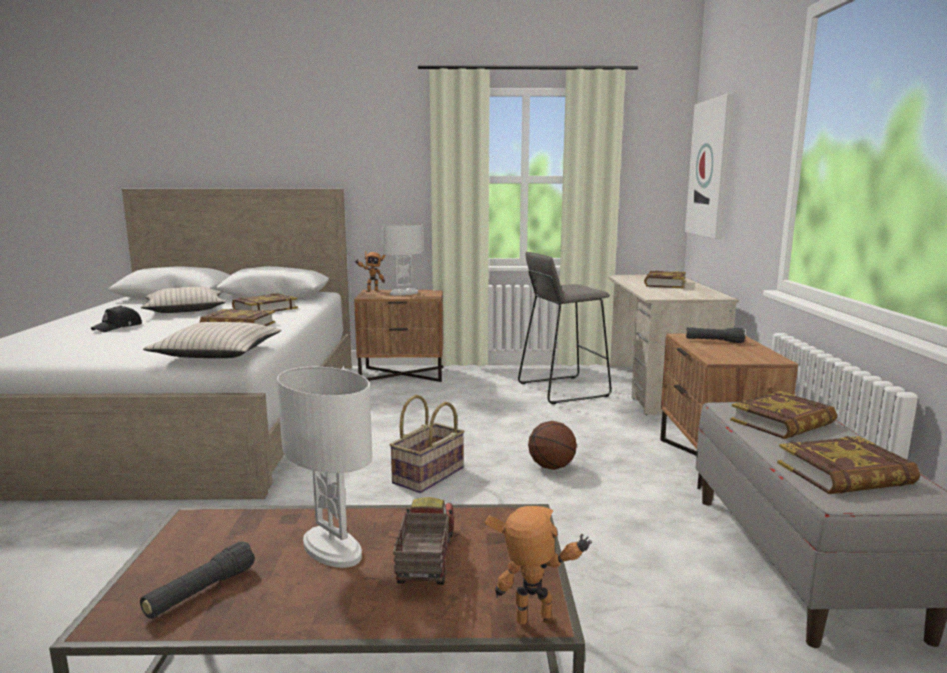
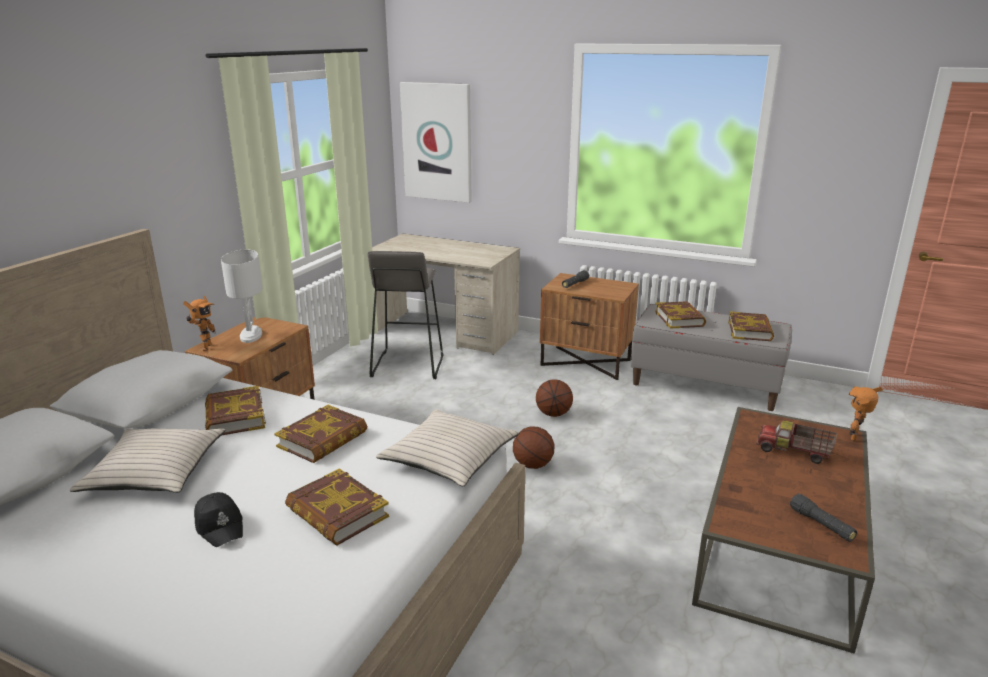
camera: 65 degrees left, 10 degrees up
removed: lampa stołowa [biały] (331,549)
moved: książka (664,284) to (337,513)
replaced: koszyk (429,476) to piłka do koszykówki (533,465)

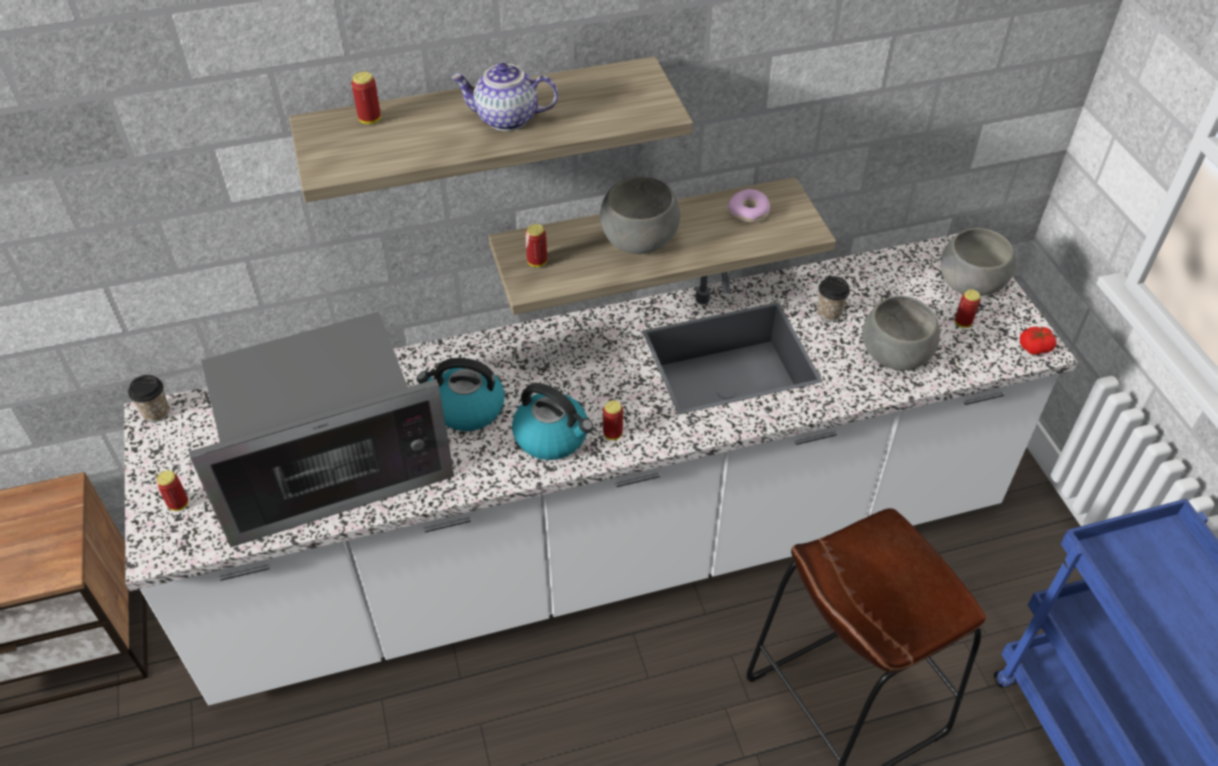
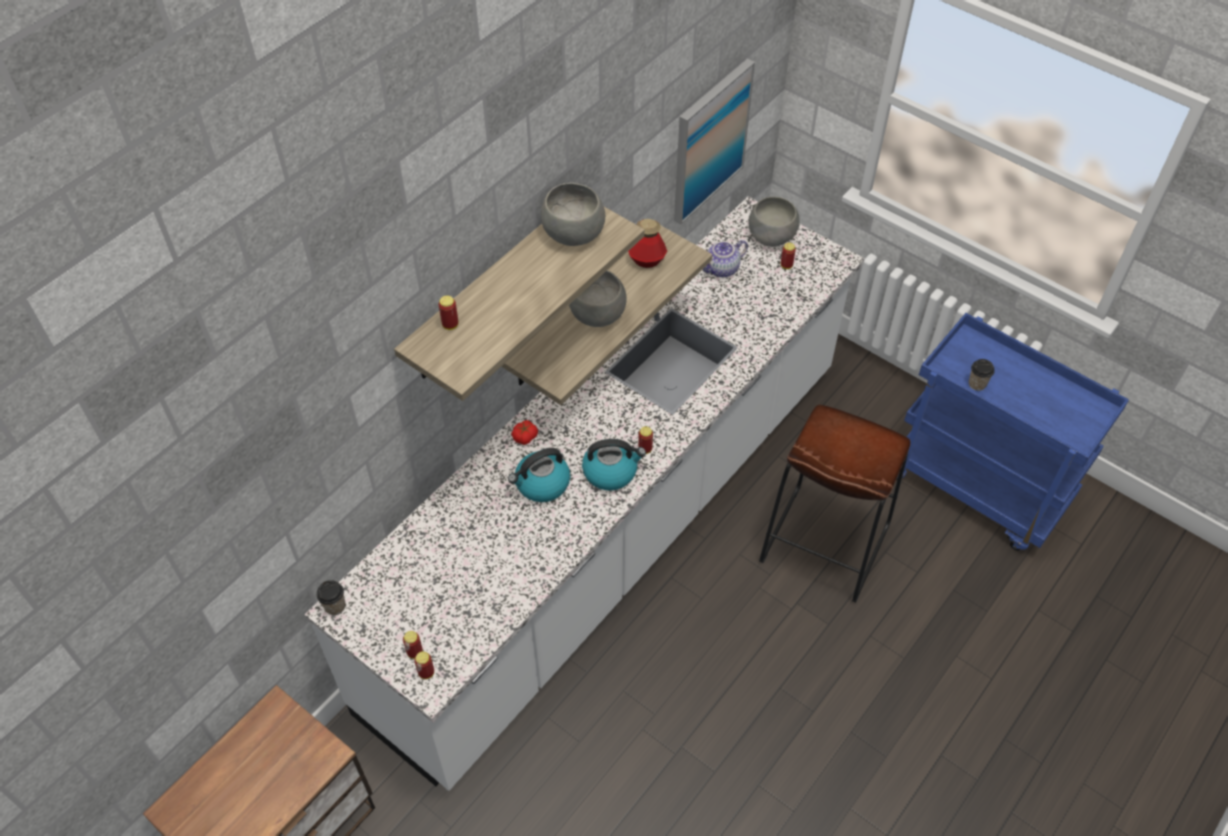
camera: 35 degrees left, 5 degrees up
removed: mikrofalówka (332,467)
added: obraz (709,141)
moved: imbryk (506,119) to (722,269); puszka (537,262) to (426,672); filiżanka (829,313) to (977,384); miska [szary] (896,354) to (574,233); pomidor (1035,347) to (525,436)
replaced: donut (749,212) to butelka (647,260)

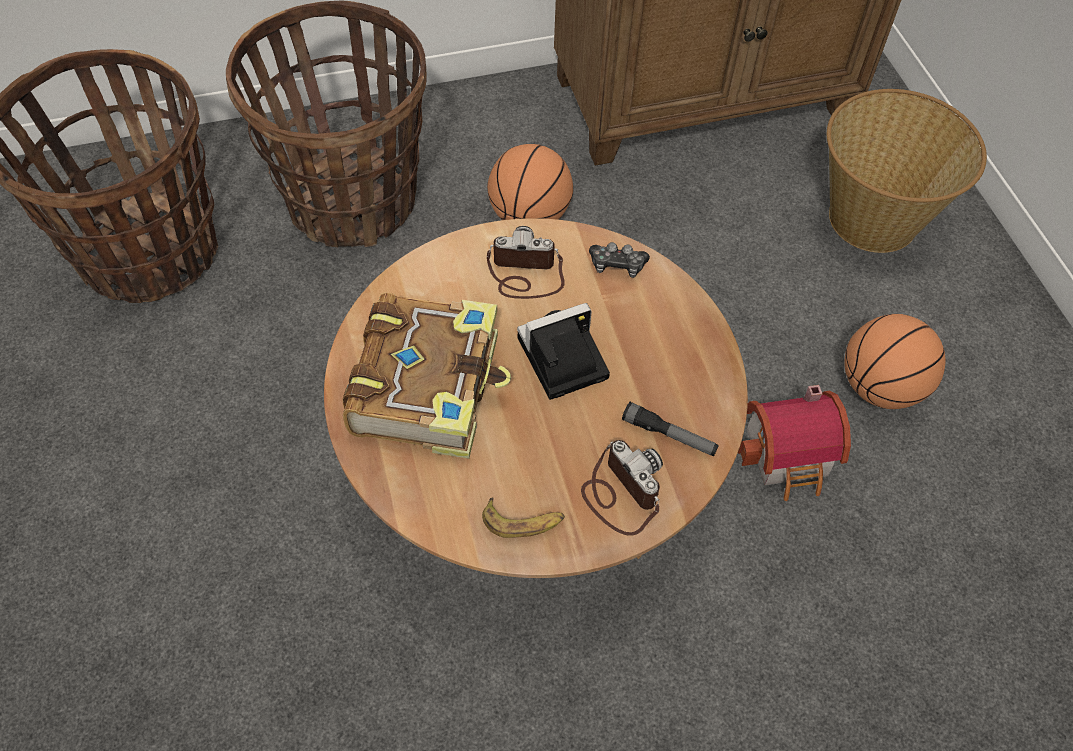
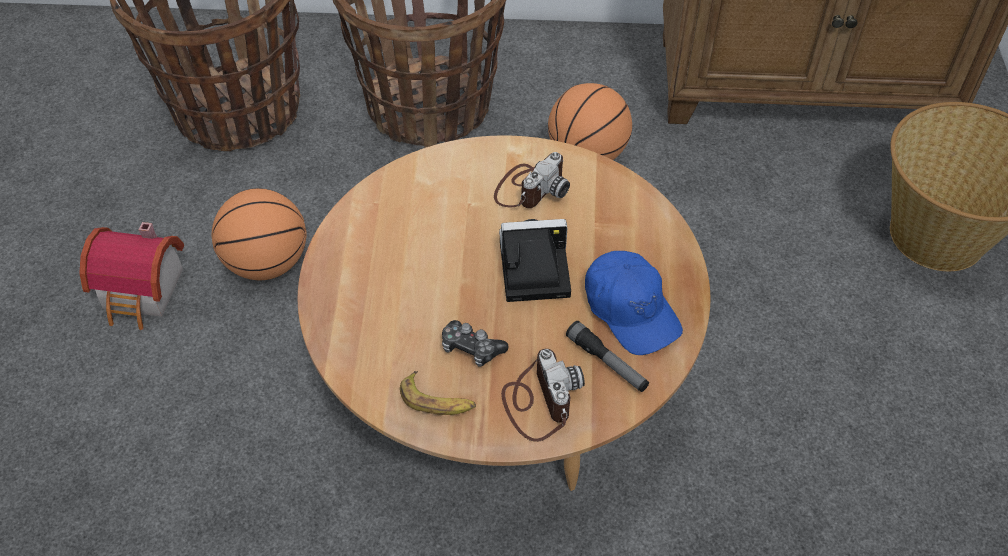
camera: 20 degrees right, 5 degrees down
removed: książka (429,385)
added: czapka z daszkiem [niebieski] (630,310)
moved: pad do gier (617,265) to (471,348); domek (790,457) to (143,293); piłka do koszykówki (880,387) to (267,263)
turned: aparat fotograficzny (525,274) = (530,187) 105 degrees clockwise

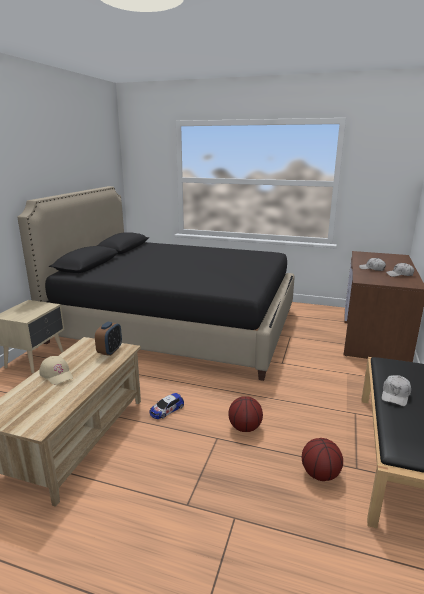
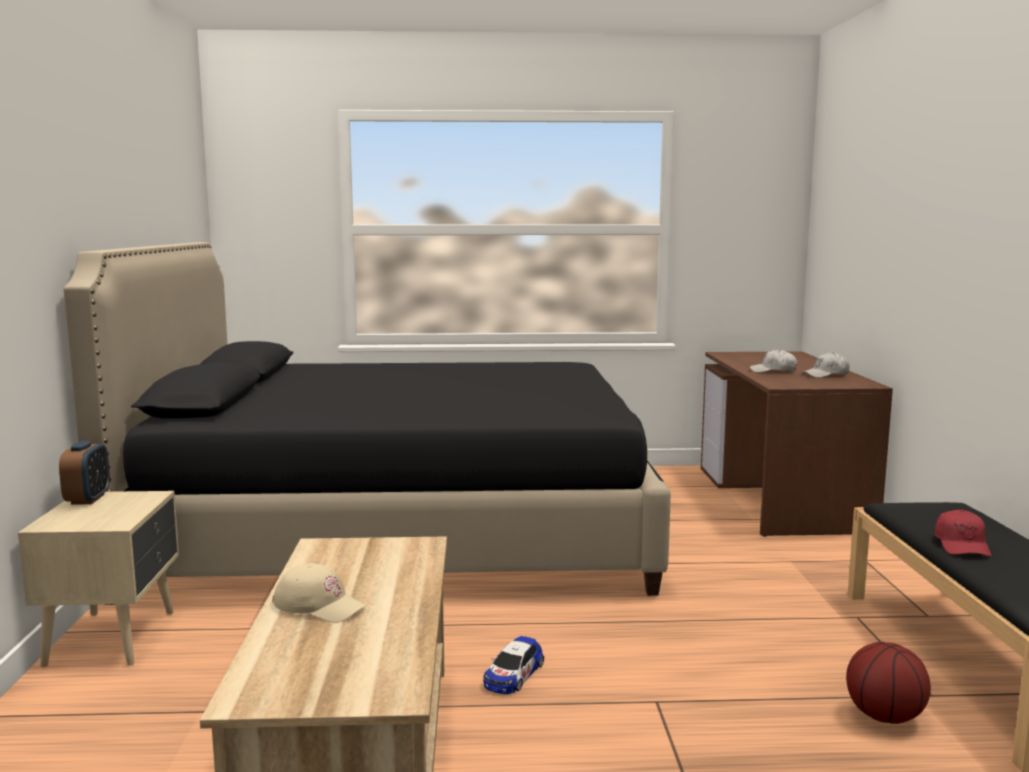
camera: 20 degrees left, 10 degrees down
removed: piłka do koszykówki (245,428)
moved: budzik (110,351) to (88,499)
recoloured: czapka z daszkiem [biały] (395,395) to czapka z daszkiem [czerwony] (962,545)

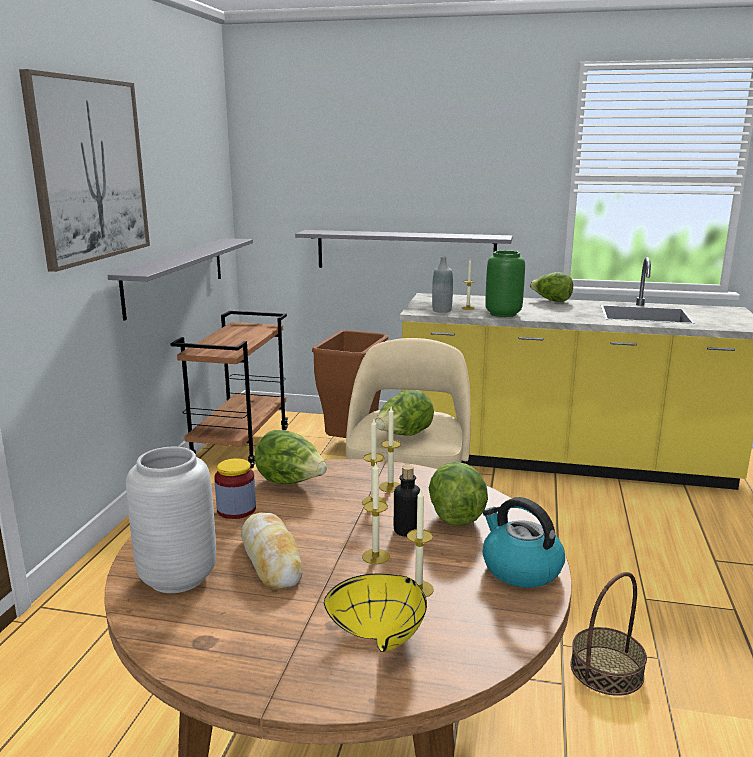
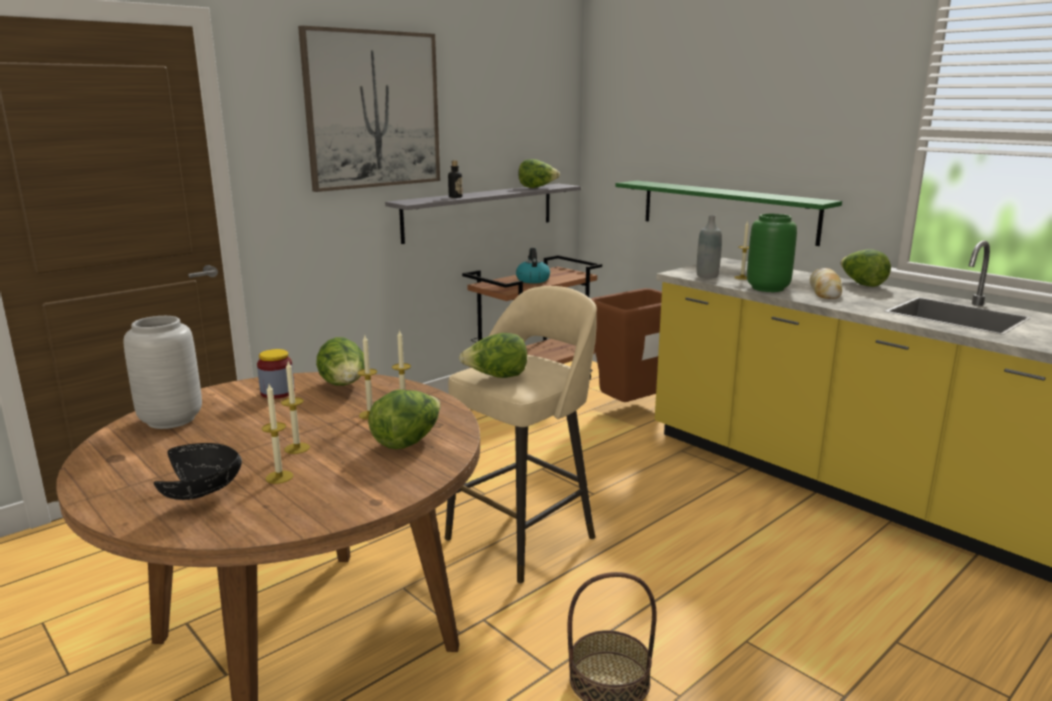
camera: 35 degrees right, 0 degrees up
added: sałata (537,188)
moved: chleb (271,559) to (825,291); butelka (406,530) to (455,197); czajnik (520,569) to (532,280)
recoloured: półka [szary] (405,251) to półka [zielony] (726,211); miska [żółty] (382,633) to miska [czarny] (205,492)

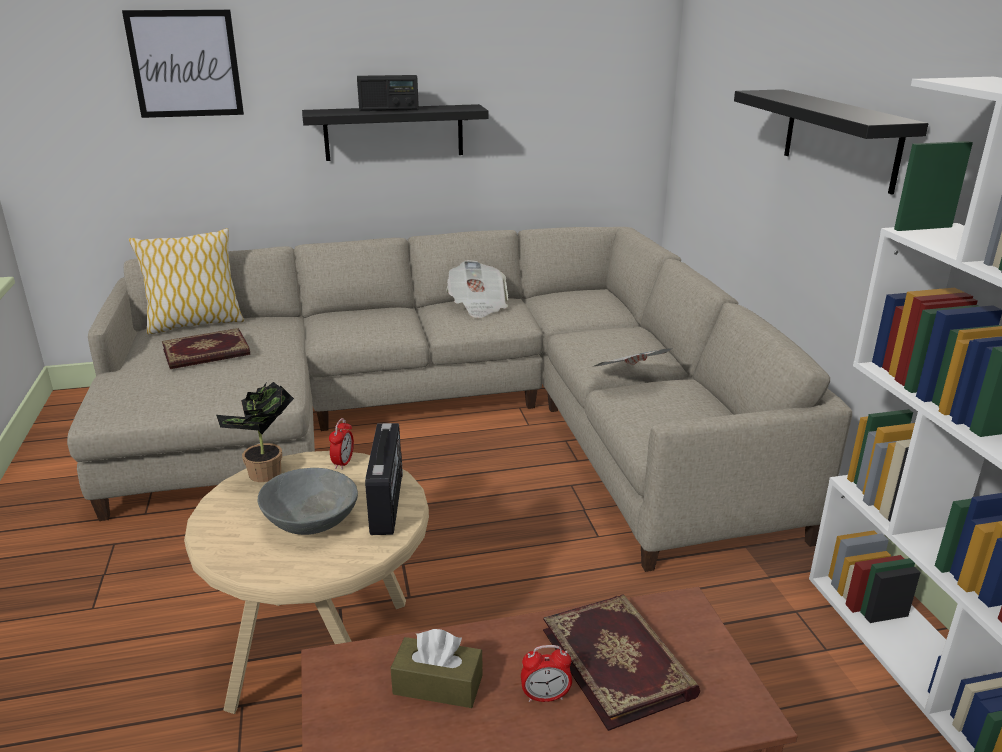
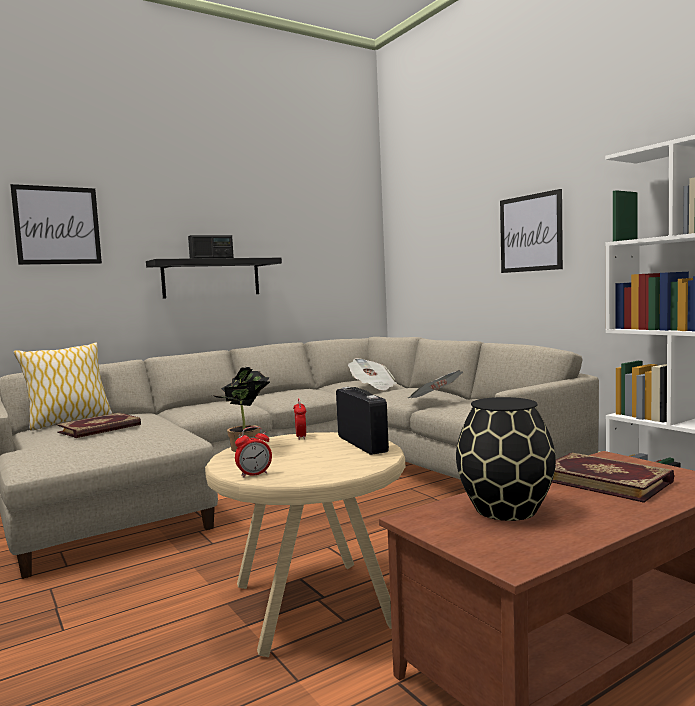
camera: 20 degrees left, 20 degrees down
removed: miska [szary] (309,522)
moved: gazeta (478,306) to (373,387); budzik (545,697) to (254,474)
replaced: pudełko chusteczek [brązowy] (438,685) to wazon [czarny] (505,510); półka [czarny] (840,139) to obraz (530,233)

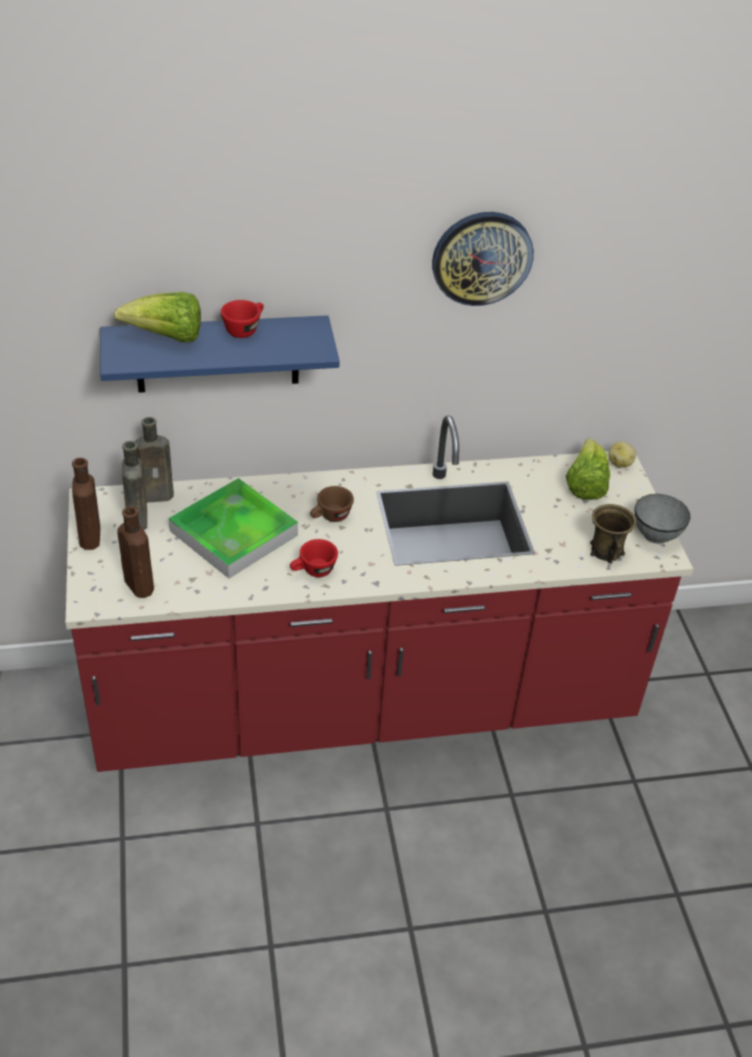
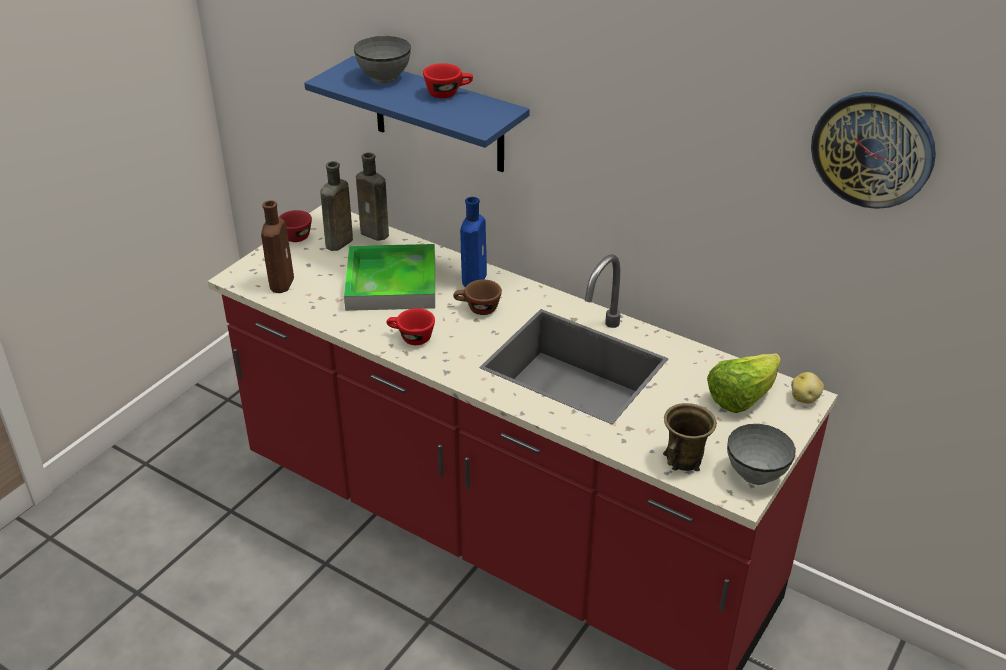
camera: 45 degrees right, 5 degrees down
added: butelka [niebieski] (474,278)
moved: zegar ścienny (482,258) to (873,149)
replaced: butelka [brązowy] (90,539) to filiżanka [czerwony] (293,239); sałata (167,337) to miska [szary] (384,78)

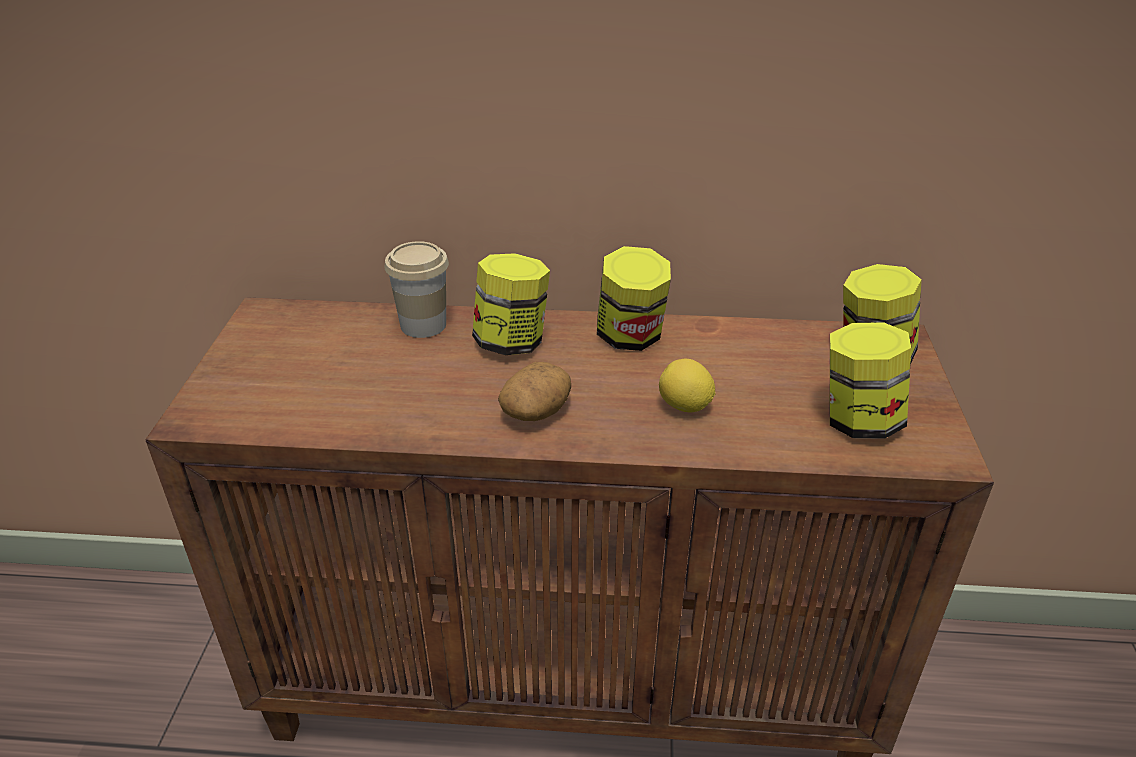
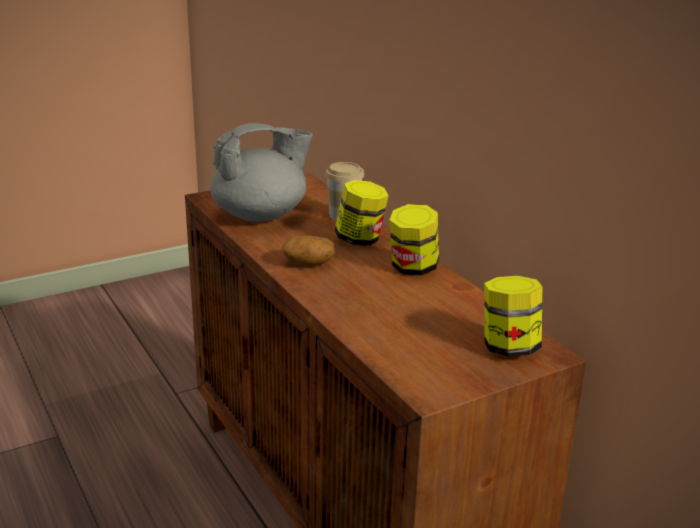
camera: 55 degrees right, 10 degrees down
removed: cytryna (684,407); słoik (858,421)
added: imbryk [szary] (261,215)

